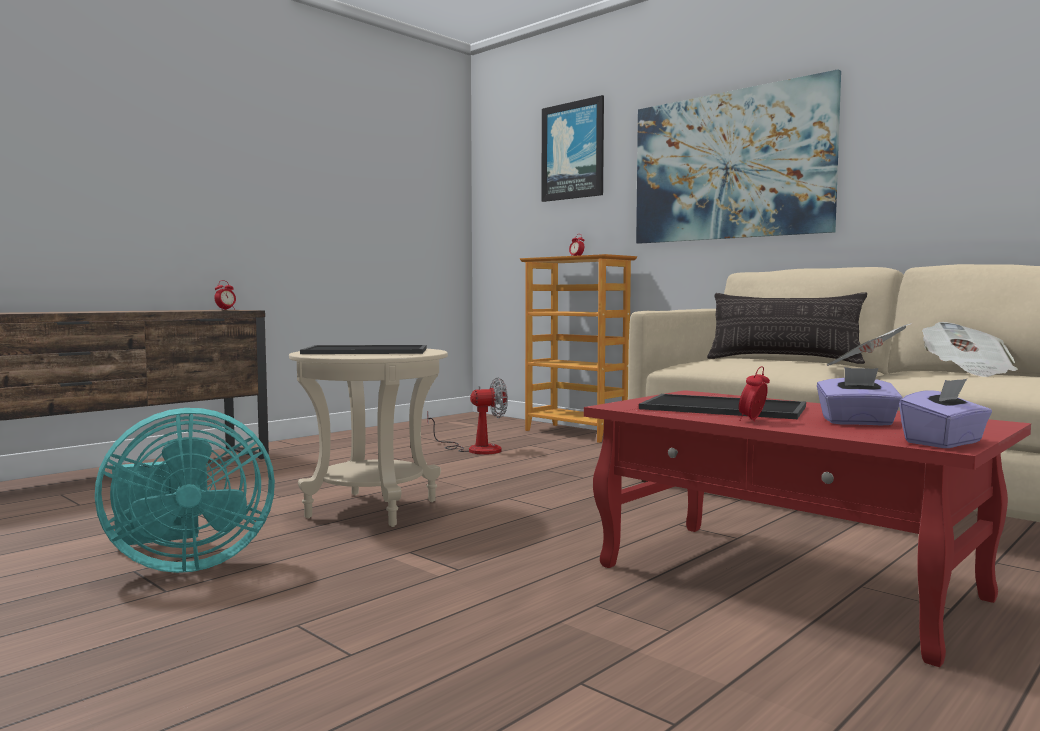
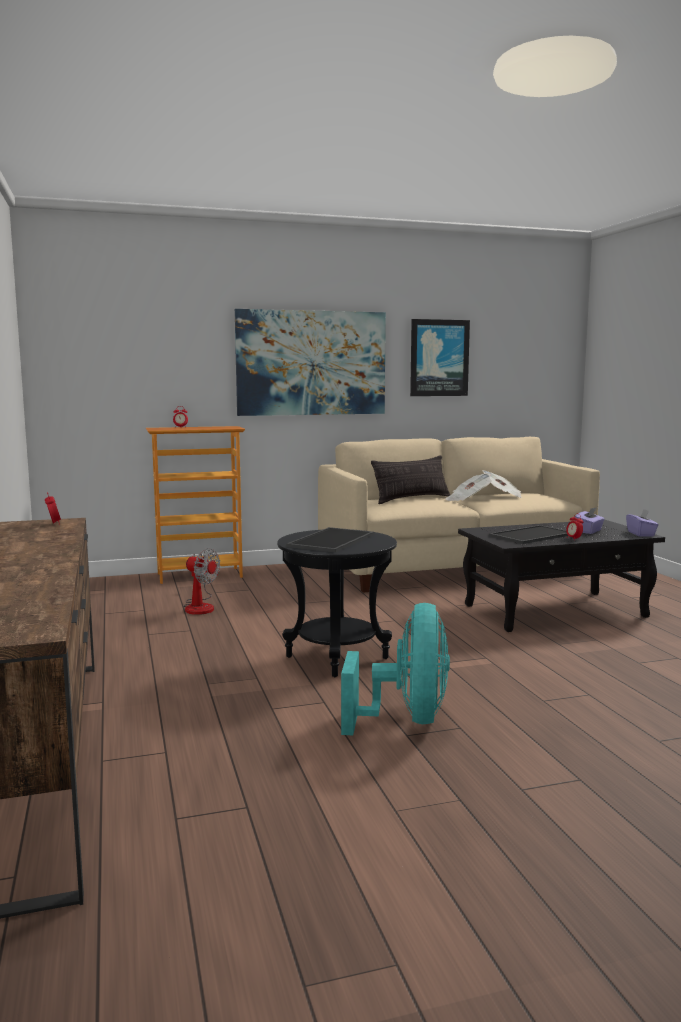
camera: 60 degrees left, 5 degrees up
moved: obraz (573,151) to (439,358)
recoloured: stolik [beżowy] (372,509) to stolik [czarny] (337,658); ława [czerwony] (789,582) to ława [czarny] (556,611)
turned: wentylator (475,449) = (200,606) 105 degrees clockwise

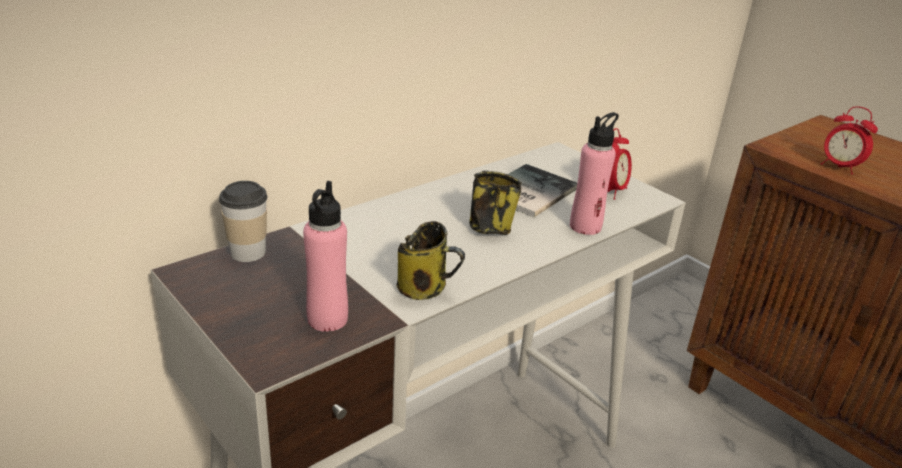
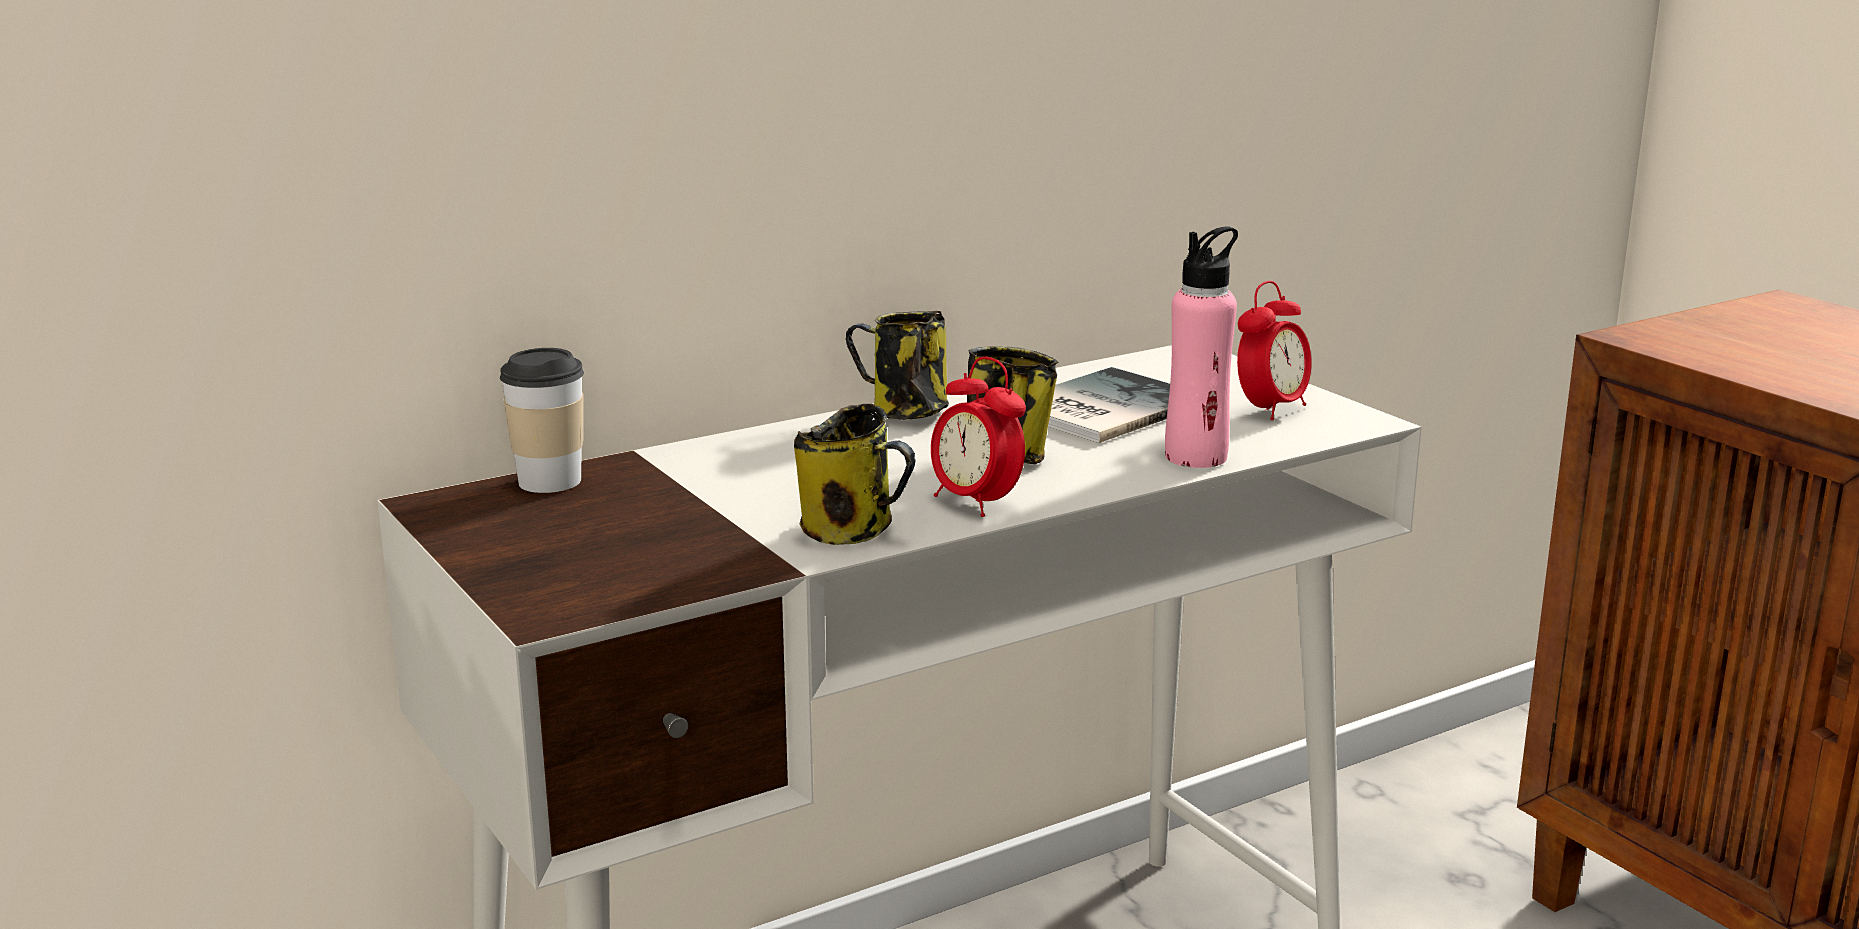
camera: 10 degrees right, 10 degrees down
removed: butelka [różowy] (327,319)
added: kubek (905,414)
moved: budzik (839,167) to (976,503)

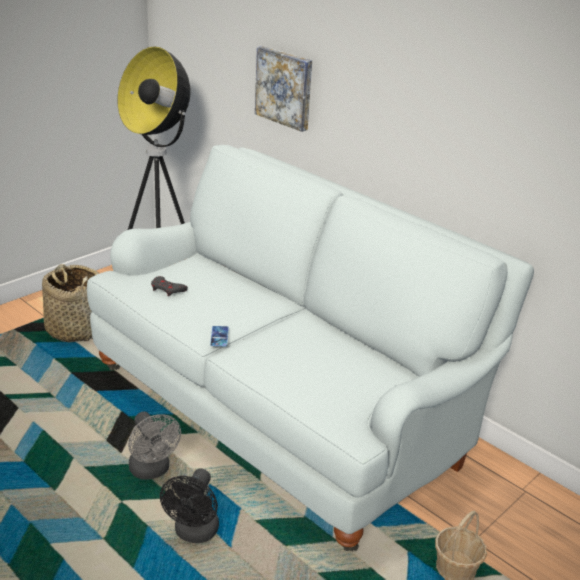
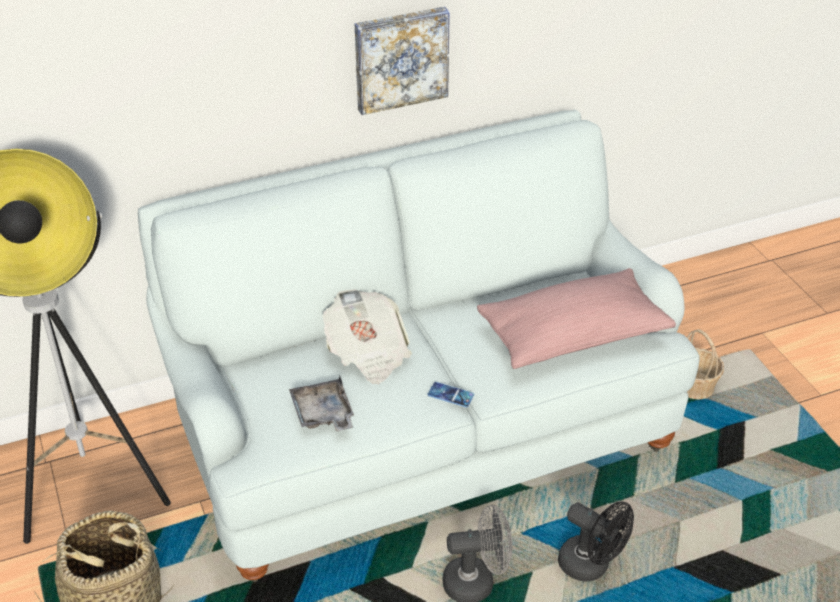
camera: 65 degrees left, 10 degrees up
added: gazeta (368,353); poduszka [różowy] (573,336)
moved: obraz (285,87) to (400,58)
replaced: pad do gier [szary] (167,289) to taca [szary] (323,414)

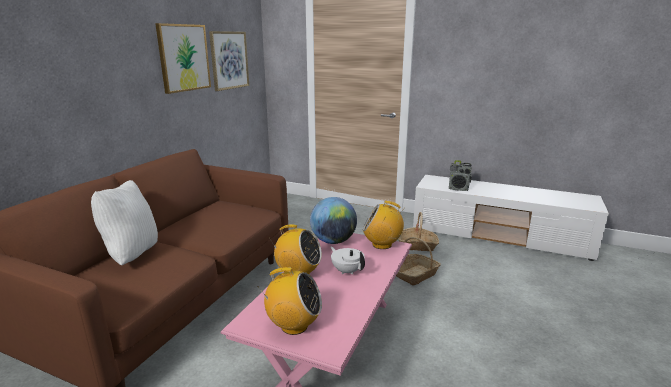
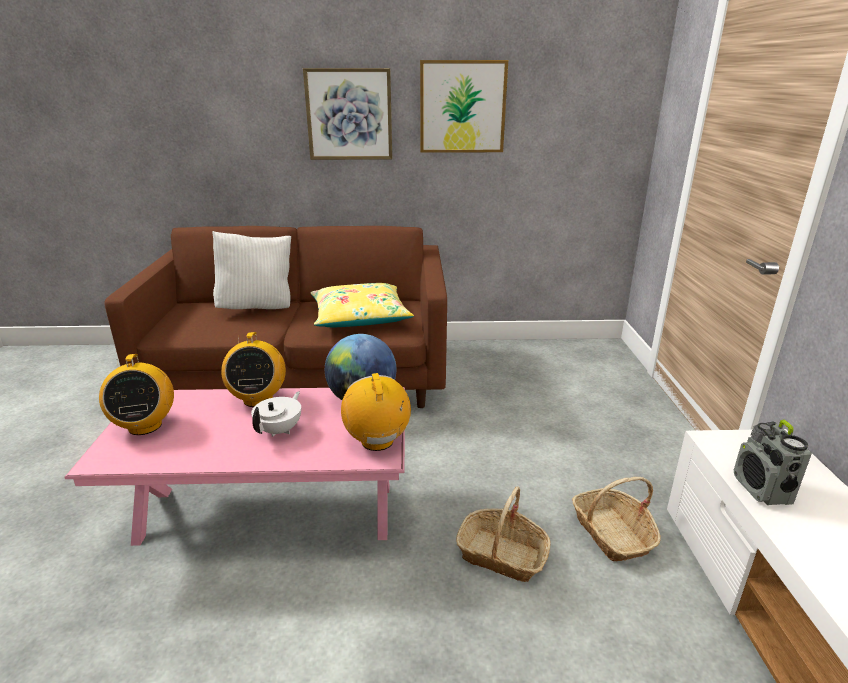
camera: 65 degrees right, 5 degrees up
added: poduszka [żółty] (360,317)
moved: obraz (229,60) to (349,115)

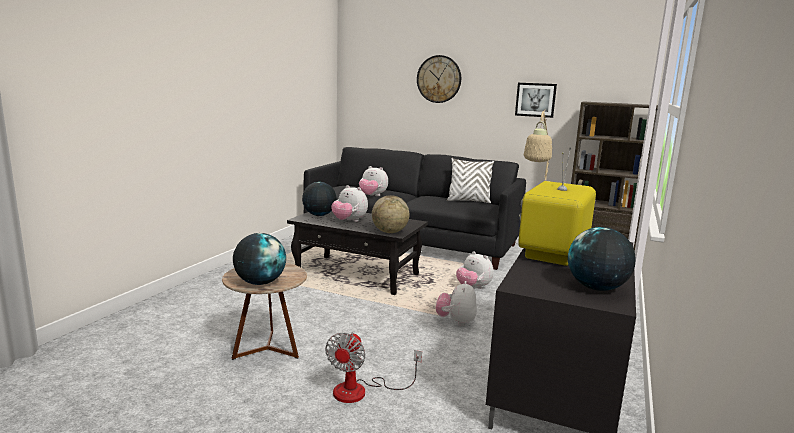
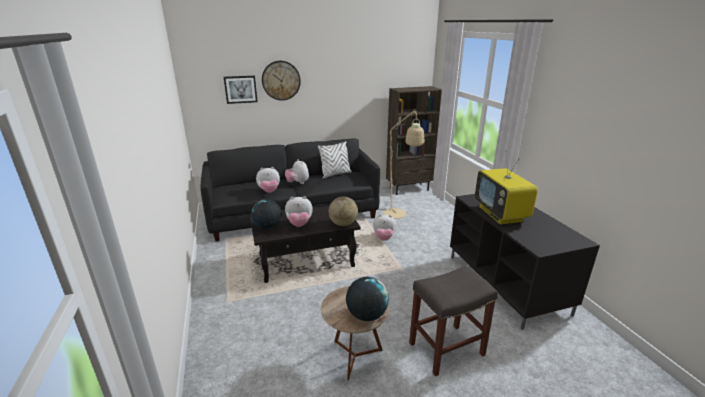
camera: 40 degrees left, 10 degrees up
removed: globus (597,288)
moved: pluszak (456,322) to (298,183); obraz (535,100) to (240,89)
replaced: wentylator (361,391) to stołek [szary] (447,348)

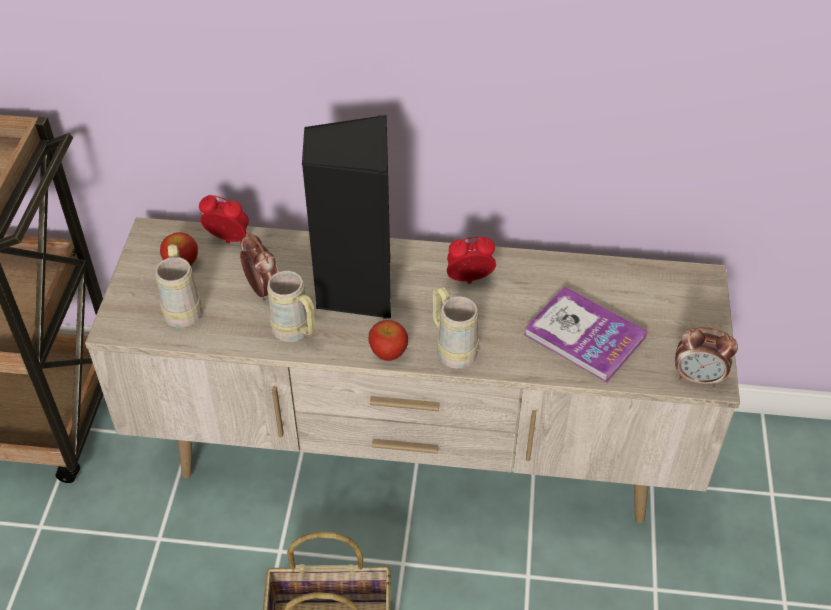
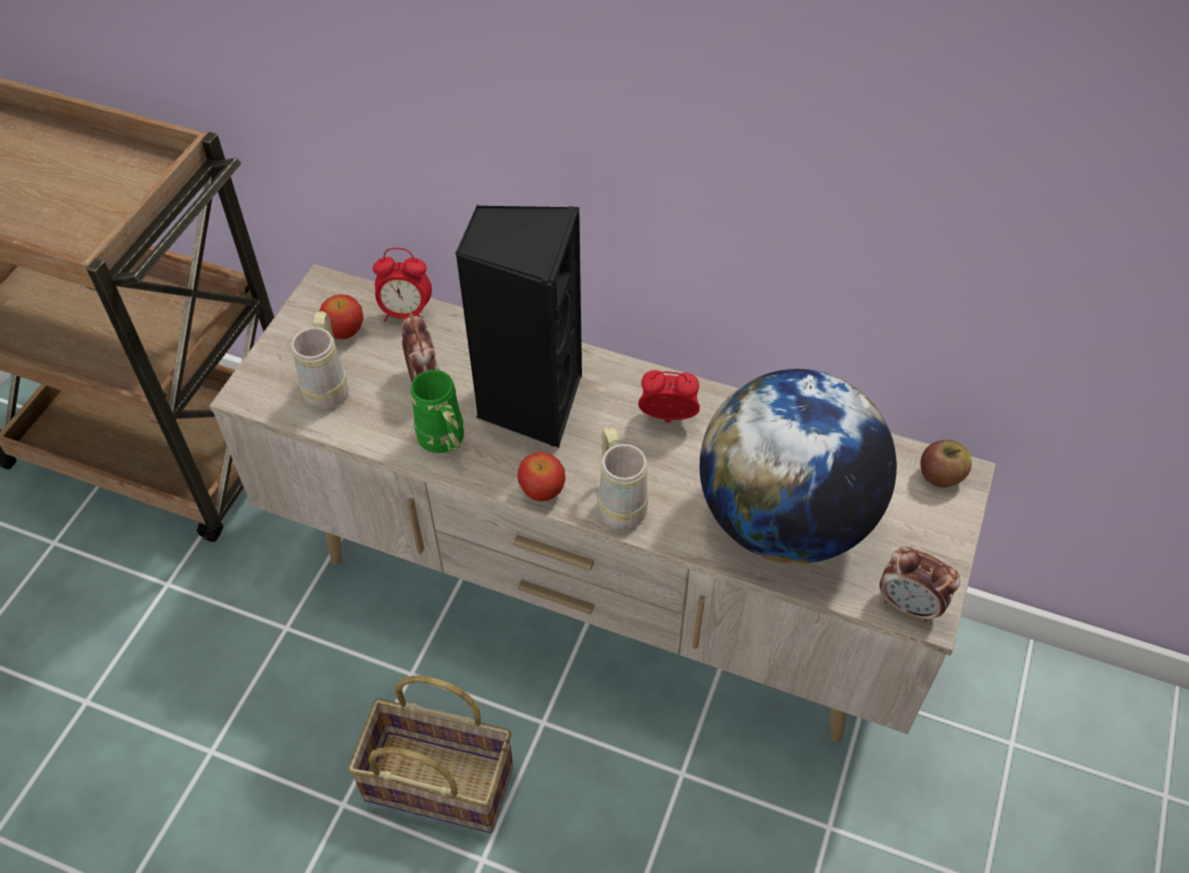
camera: 15 degrees right, 5 degrees up
added: jabłko (941,475)
replaced: książka (584,336) to globus (784,519)
recoloured: kubek [beżowy] (296,333) to kubek [zielony] (444,443)
turned: budzik (228,241) = (406,313) 150 degrees clockwise

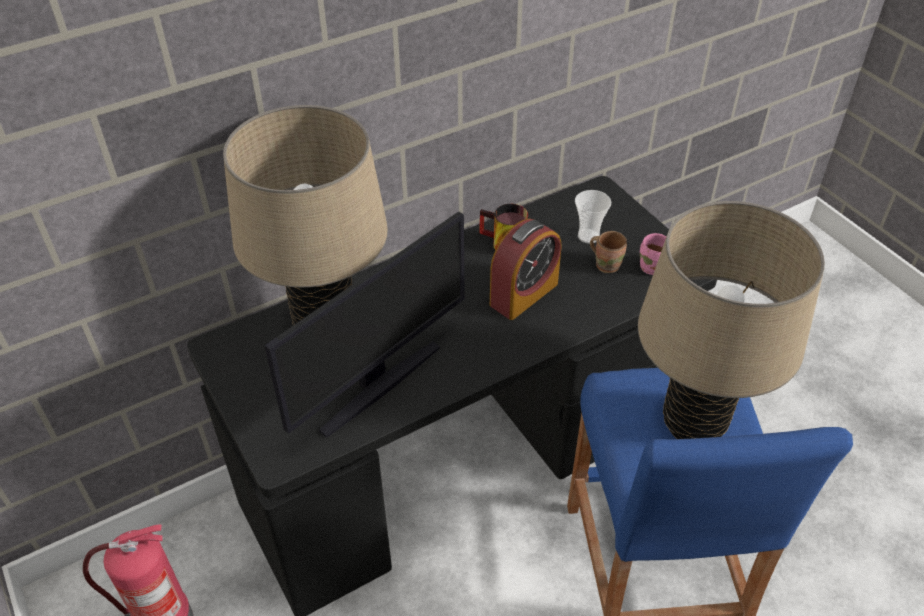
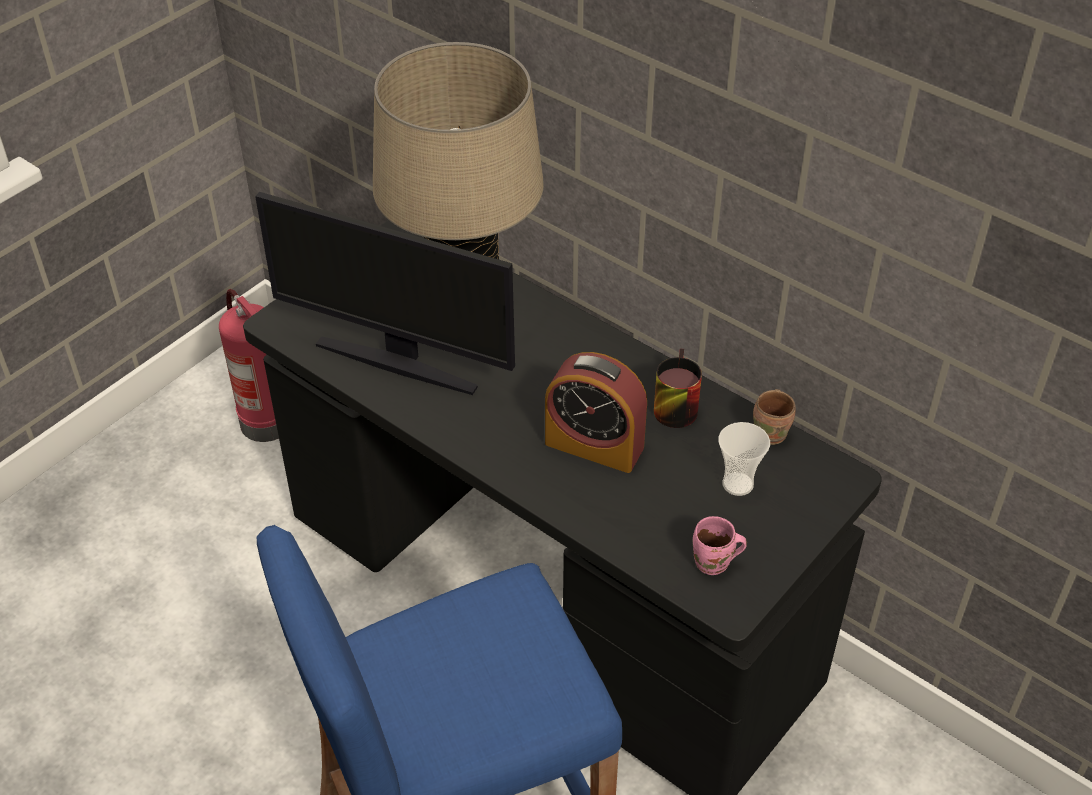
camera: 70 degrees right, 0 degrees up
removed: lampa stołowa [beżowy] (694,421)
moved: kubek [brązowy] (607,264) to (772,433)

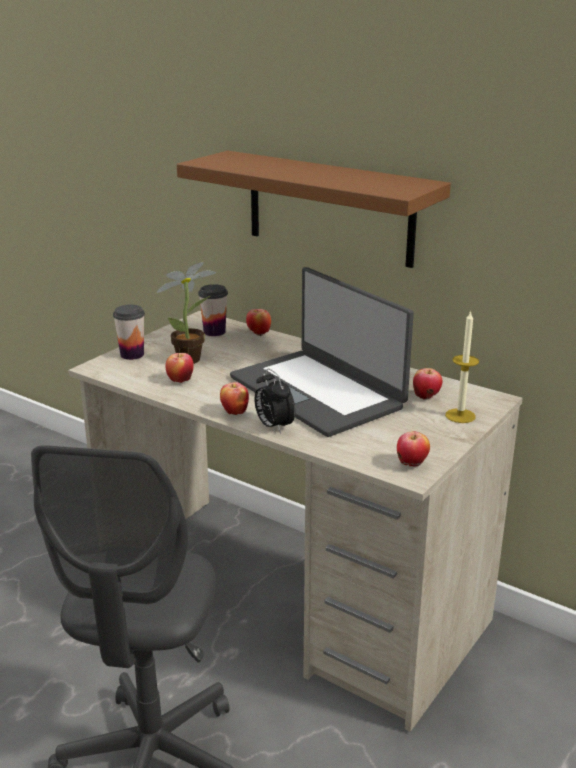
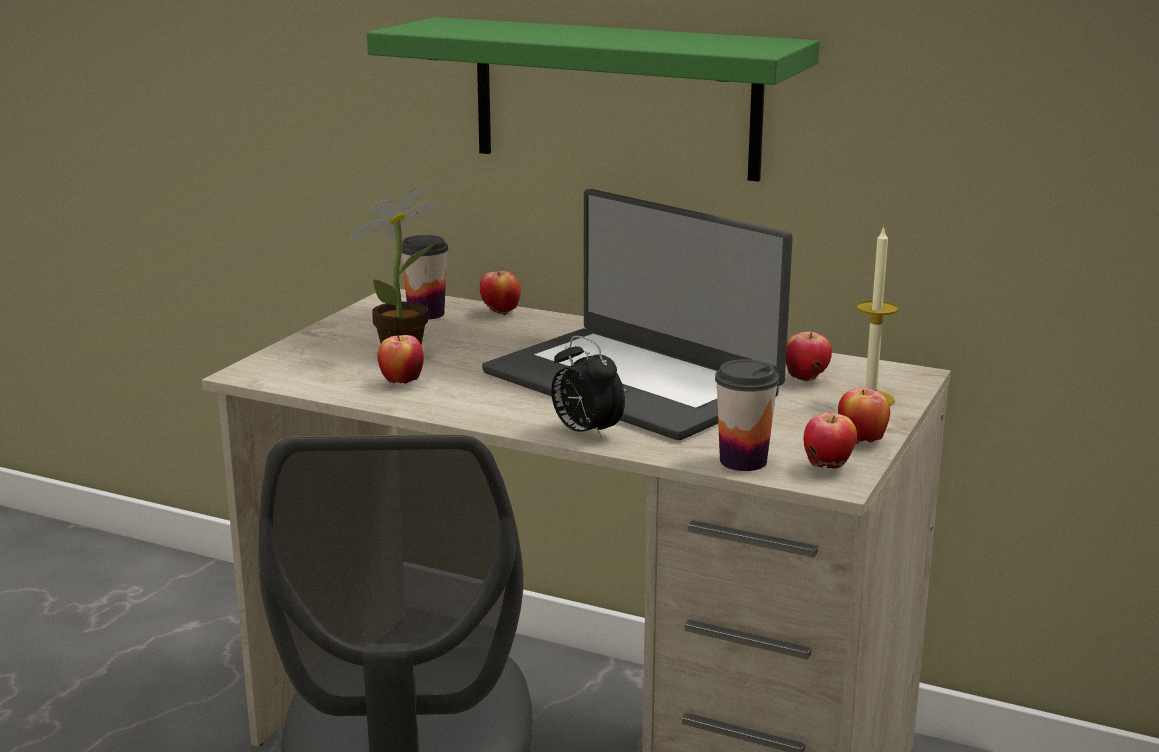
camera: 10 degrees left, 5 degrees down
moved: filiżanka (132,354) to (743,461); jabłko (234,413) to (861,440)
recoloured: półka [brązowy] (329,208) to półka [zielony] (615,97)

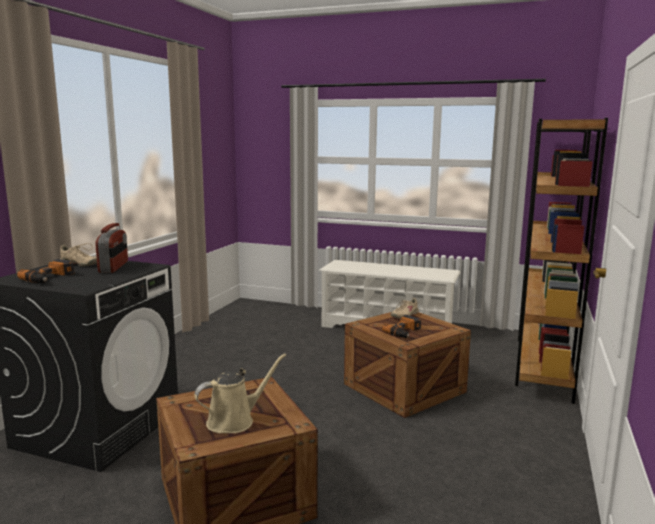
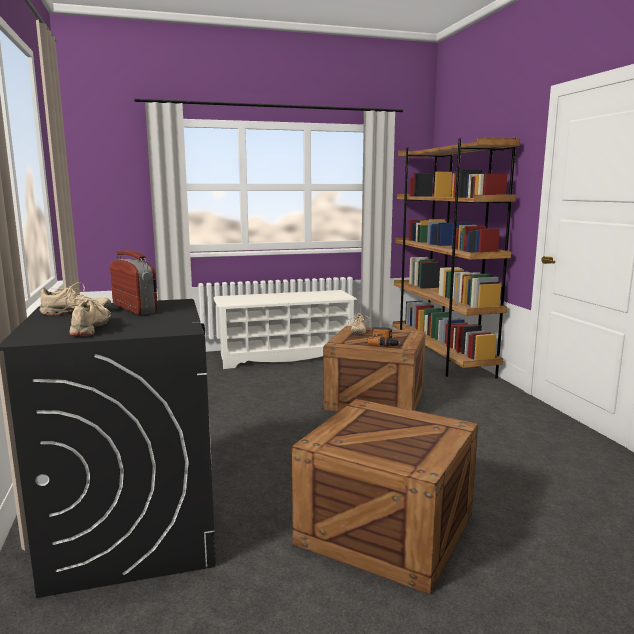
camera: 35 degrees left, 0 degrees up
removed: konewka [beżowy] (235,421)
replaced: wiertarka (50,278) to but [beżowy] (90,328)

